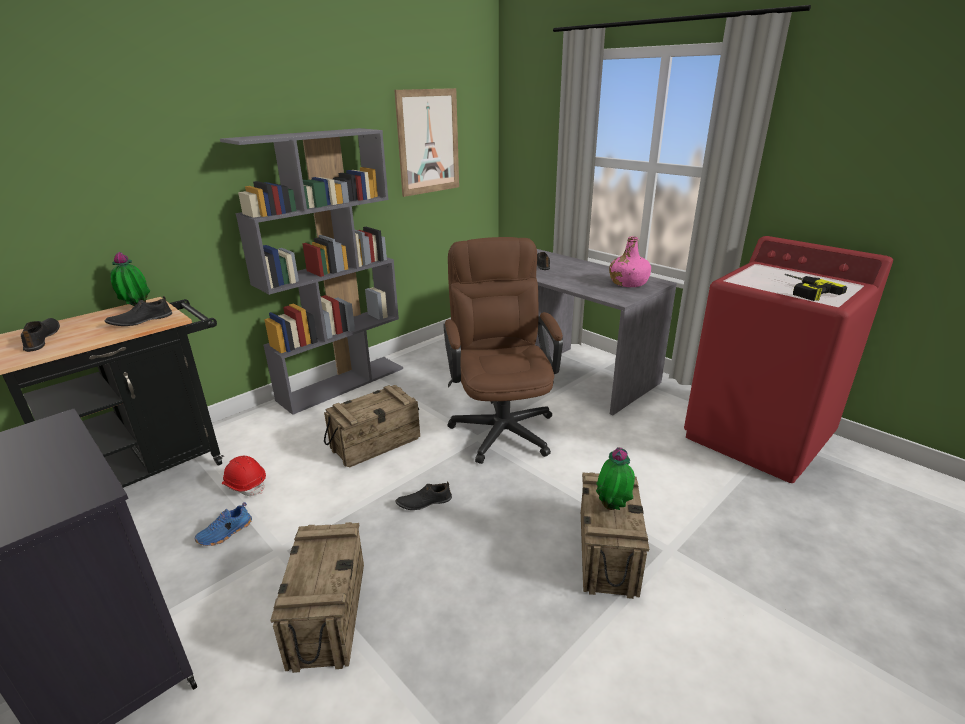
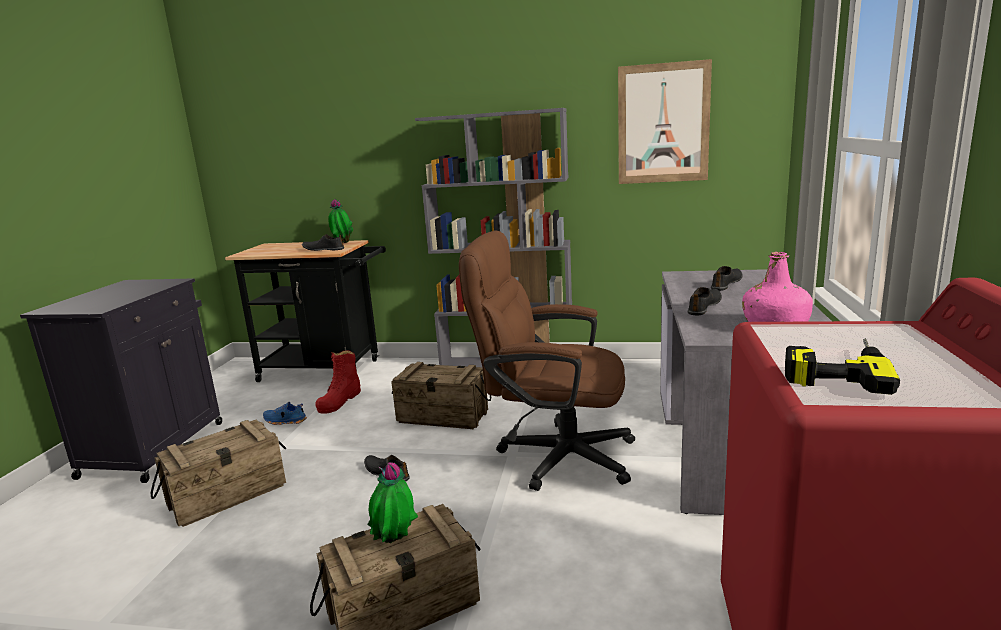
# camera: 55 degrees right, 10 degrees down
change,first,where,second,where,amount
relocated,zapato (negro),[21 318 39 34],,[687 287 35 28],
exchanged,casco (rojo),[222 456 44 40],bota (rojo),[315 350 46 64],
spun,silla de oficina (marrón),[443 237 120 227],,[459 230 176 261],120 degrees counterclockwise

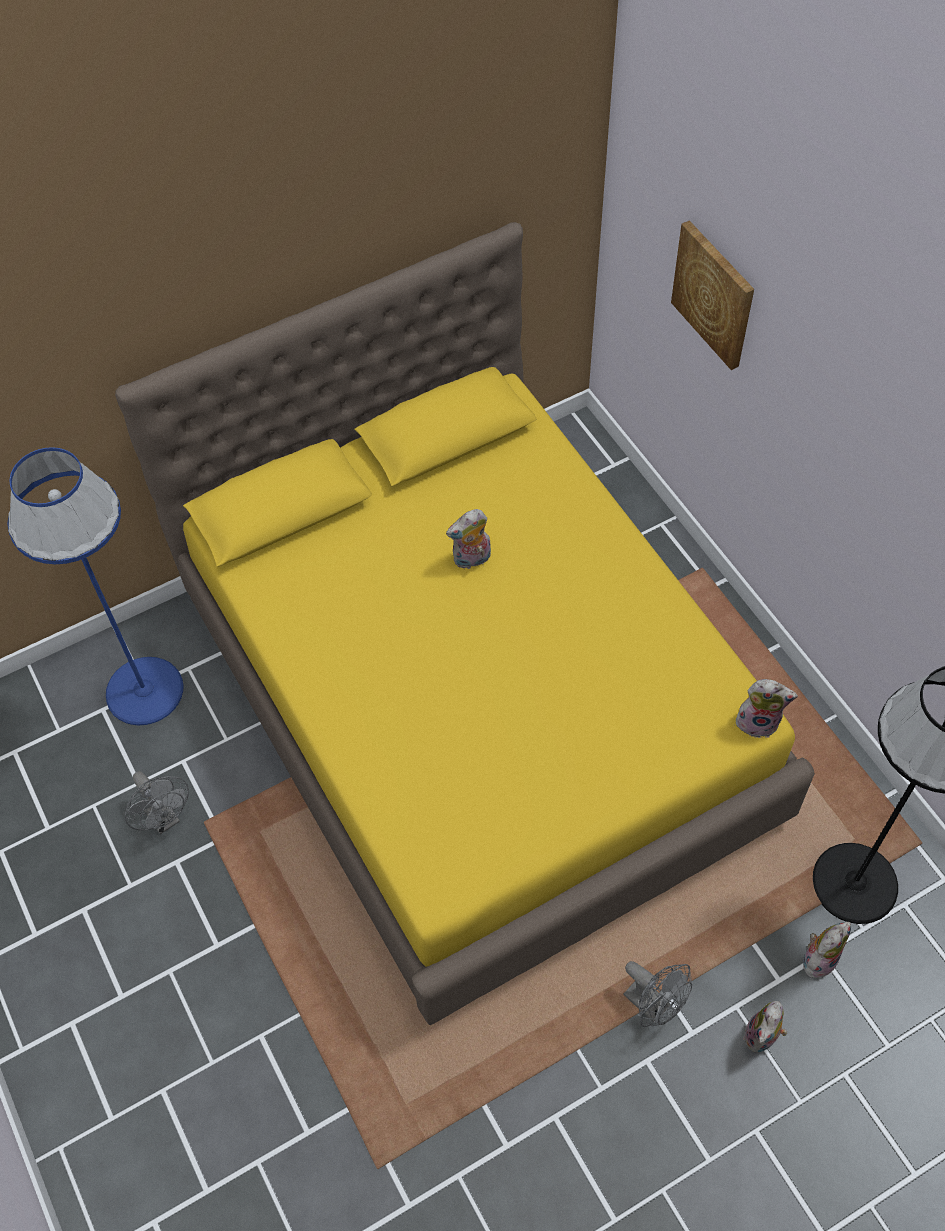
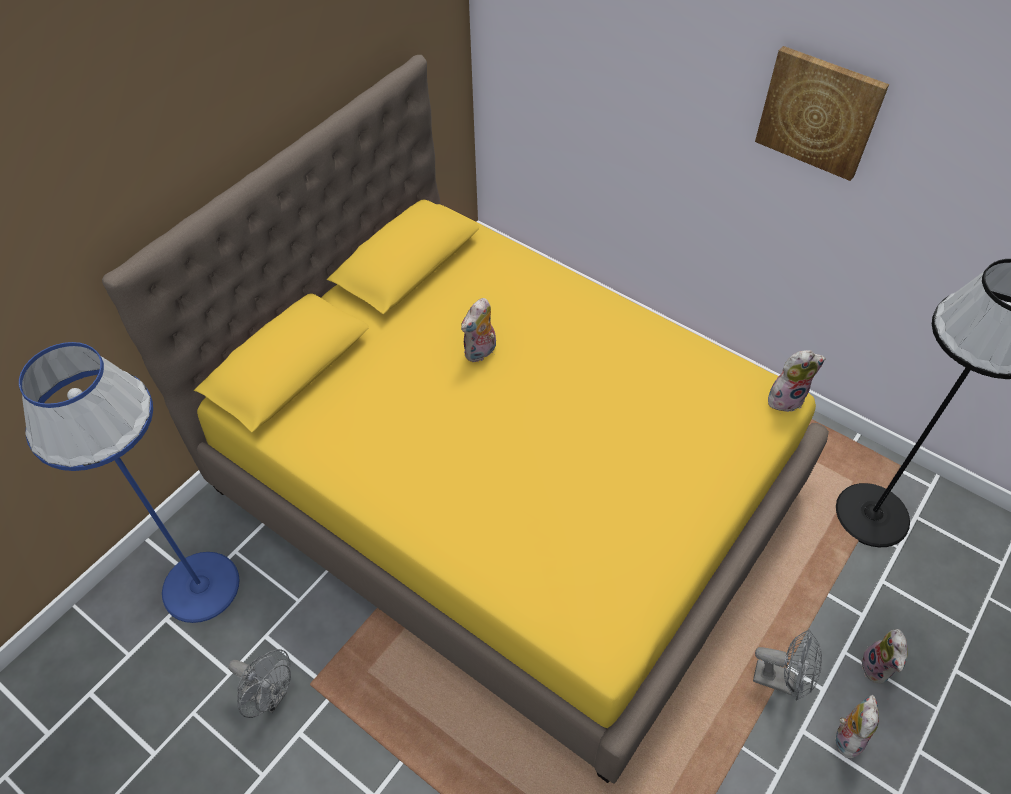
# camera: 25 degrees left, 5 degrees down
change,first,where,second,where,amount
relocated,cuadro,[671 220 83 150],,[755 46 134 135],
relocated,peluche,[803 922 48 56],,[835 695 44 63],

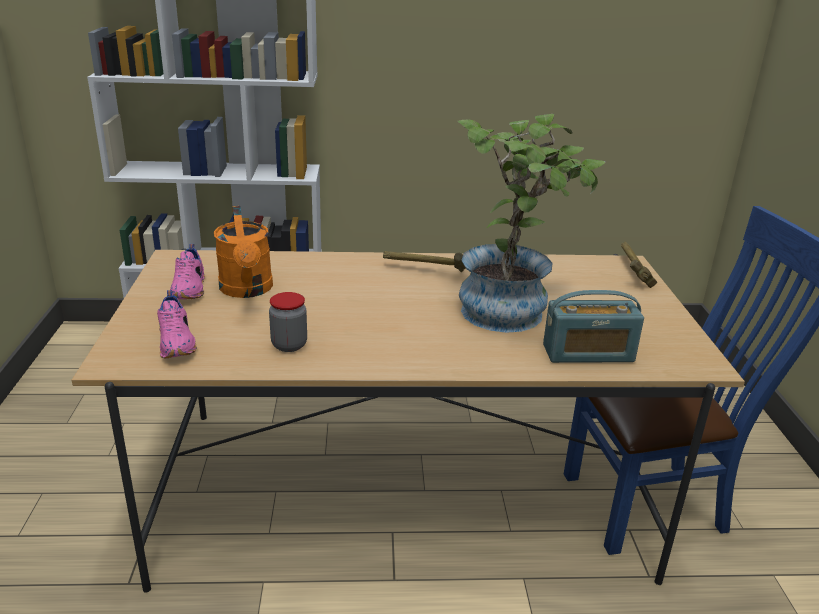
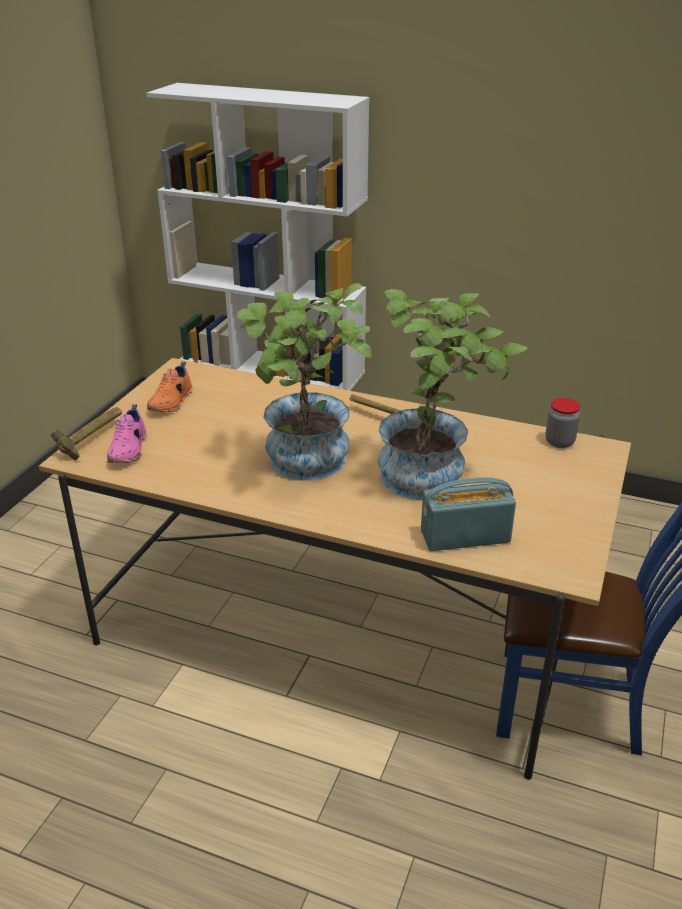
# camera: 25 degrees right, 5 degrees up
change,first,where,second,where,amount
missing,regadera (naranja),[214 206 59 92],,,
appeared,,,planta en maceta,[237 283 135 197],
relocated,tarro,[269 292 38 60],,[545 398 35 50],
relocated,martillo,[621 242 36 46],,[51 407 71 53],
colour,zapato (rosa),[170 244 35 56],zapato (naranja),[147 361 45 51],
spun,radio,[543 290 101 73],,[421 477 95 74],150 degrees clockwise

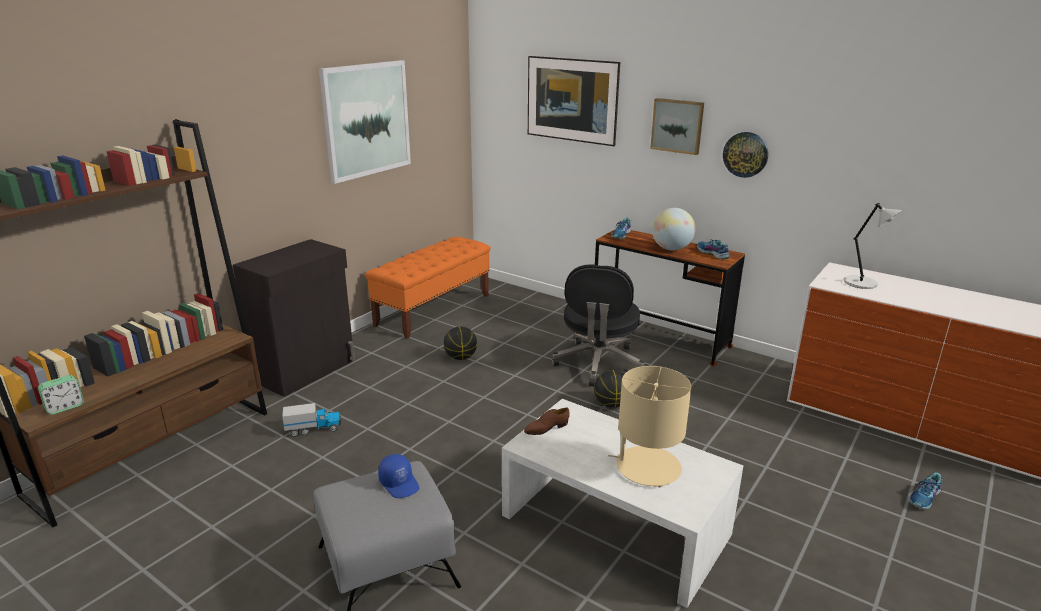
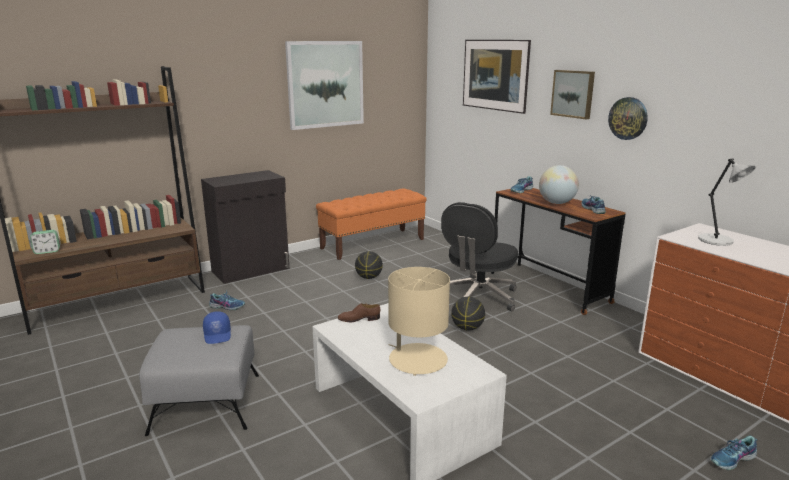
# camera: 20 degrees right, 5 degrees down
change,first,where,second,where,amount
exchanged,camión de juguete,[282 403 59 34],zapato,[209 291 36 19],

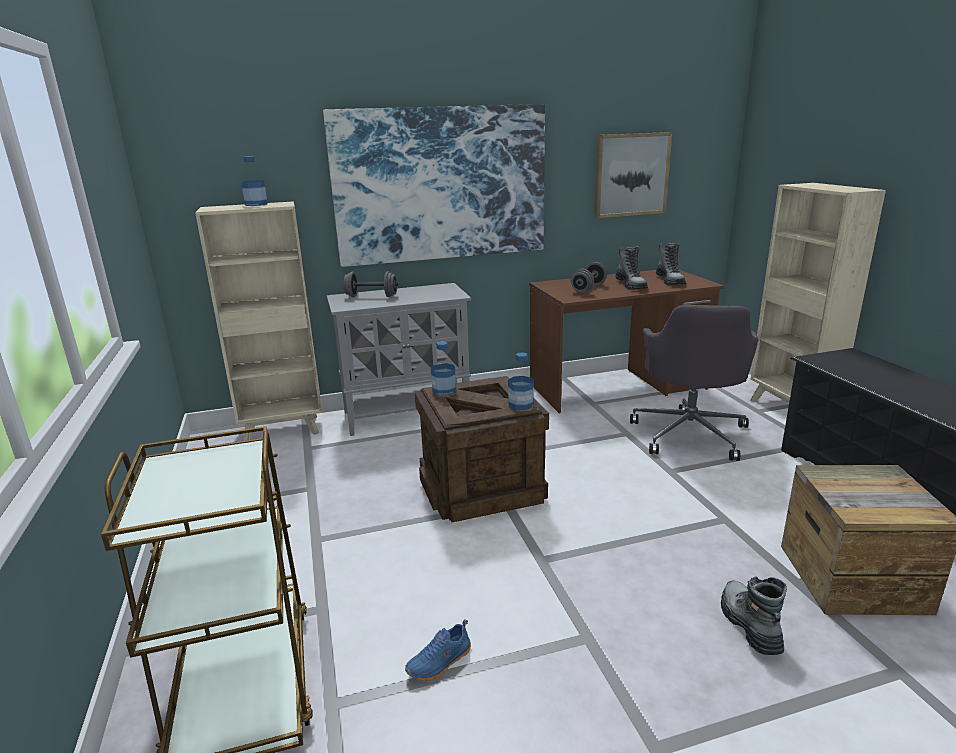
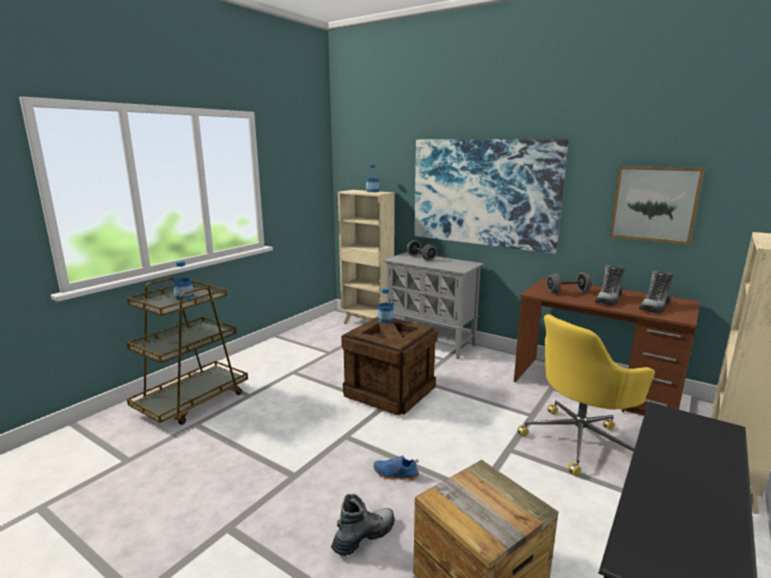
# camera: 50 degrees right, 5 degrees down
change,first,where,second,where,amount
relocated,zapato (azul),[405 619 66 62],,[373 455 46 25],
relocated,botella,[508 353 26 57],,[173 261 21 39],
colour,silla de oficina (gris),[630 305 128 156],silla de oficina (amarillo),[517 314 138 162],

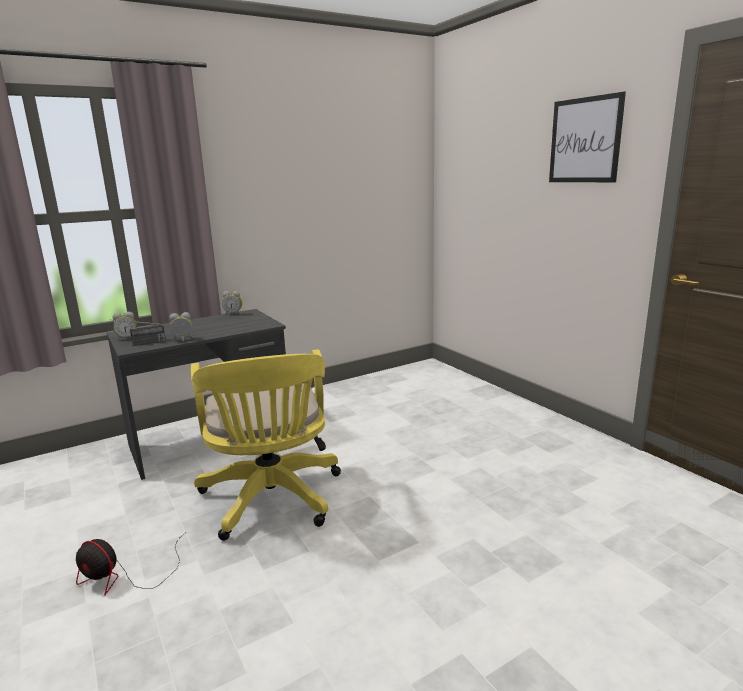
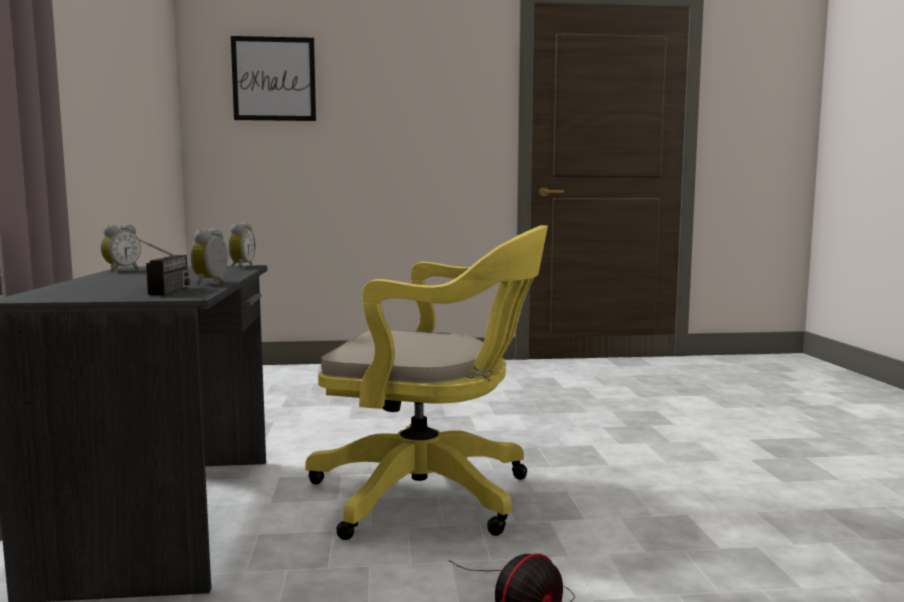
# camera: 65 degrees left, 10 degrees down
change,first,where,second,where,amount
relocated,despertador,[113 312 24 28],,[228 222 27 46],
relocated,cuadro,[549 92 77 90],,[231 36 85 85],

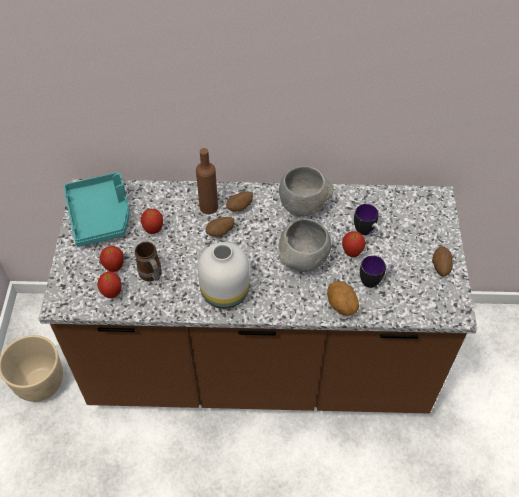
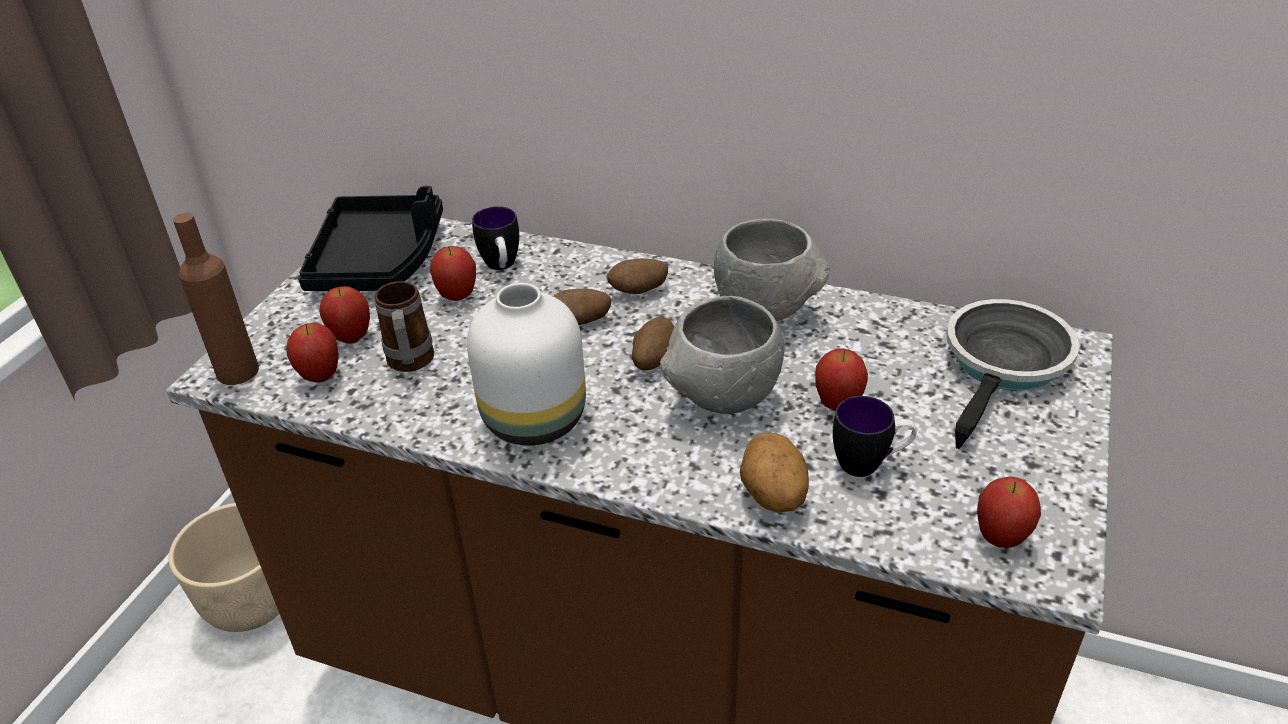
# camera: 20 degrees right, 15 degrees down
change,first,where,second,where,amount
appeared,,,sartén,[946 299 133 150],
appeared,,,manzana,[977 477 64 71],
relocated,botella (marrón),[196 148 22 66],,[173 213 86 172],
relocated,taza grande,[354 204 27 31],,[472 206 47 64],
relocated,patata,[432 246 21 30],,[632 317 42 53],
colour,bandeja (turquesa),[63 172 66 75],bandeja (negro),[298 186 145 105],

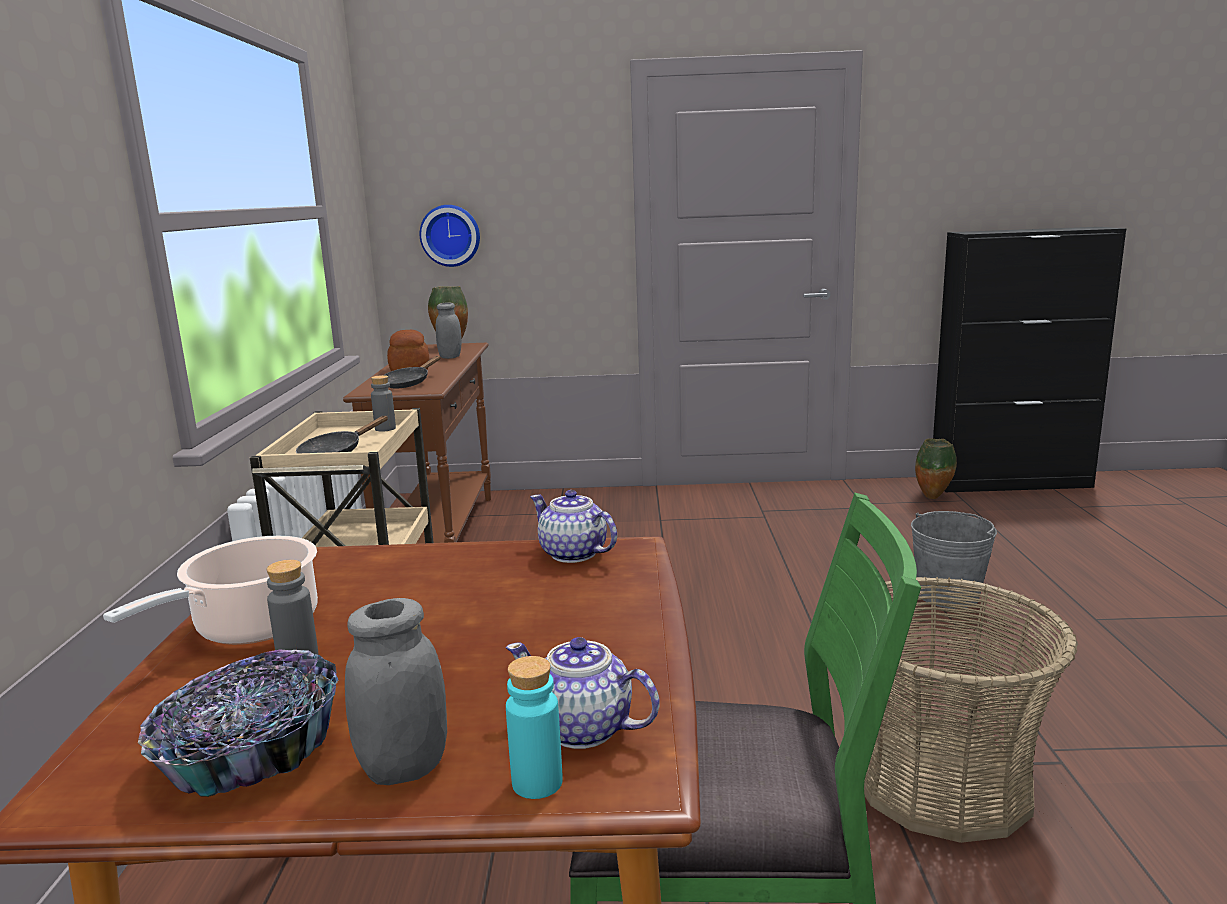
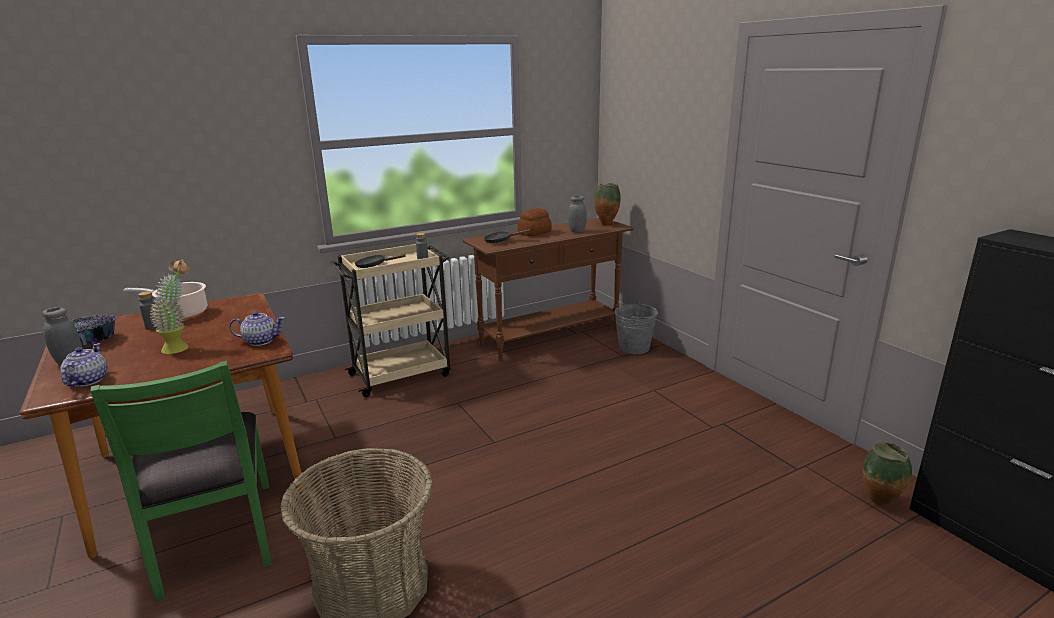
# camera: 60 degrees right, 5 degrees up
change,first,where,second,where,amount
missing,reloj de pared,[420 205 60 62],,,
missing,botella (turquesa),[506 656 57 143],,,
appeared,,,planta en maceta,[150 259 40 95],
relocated,cubo (gris),[911 511 86 98],,[615 302 43 52],
spun,tetera,[530 490 87 73],,[229 311 56 35],75 degrees clockwise

